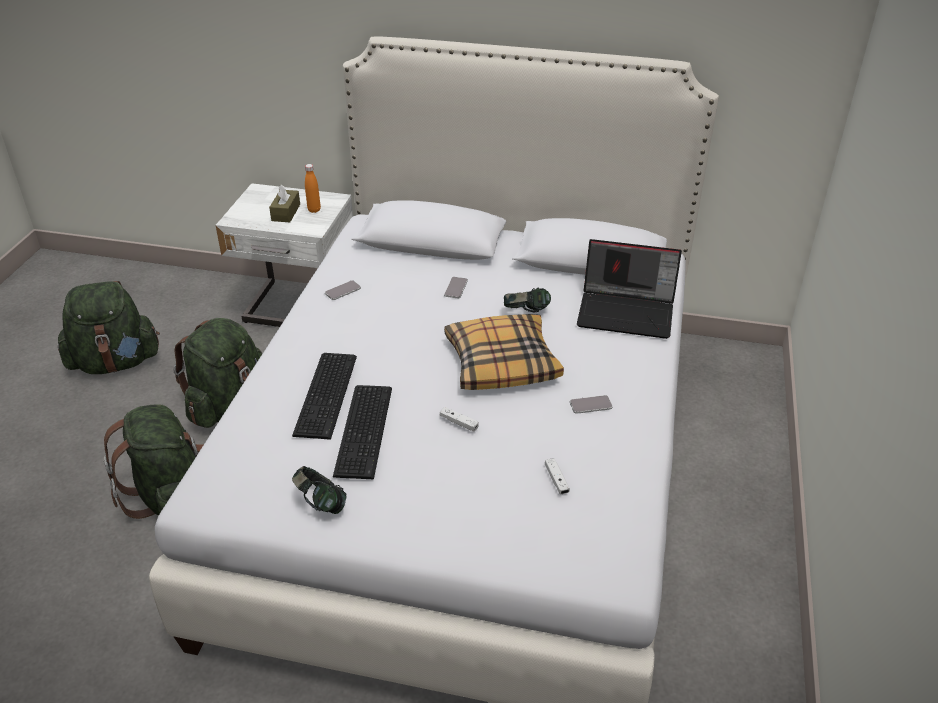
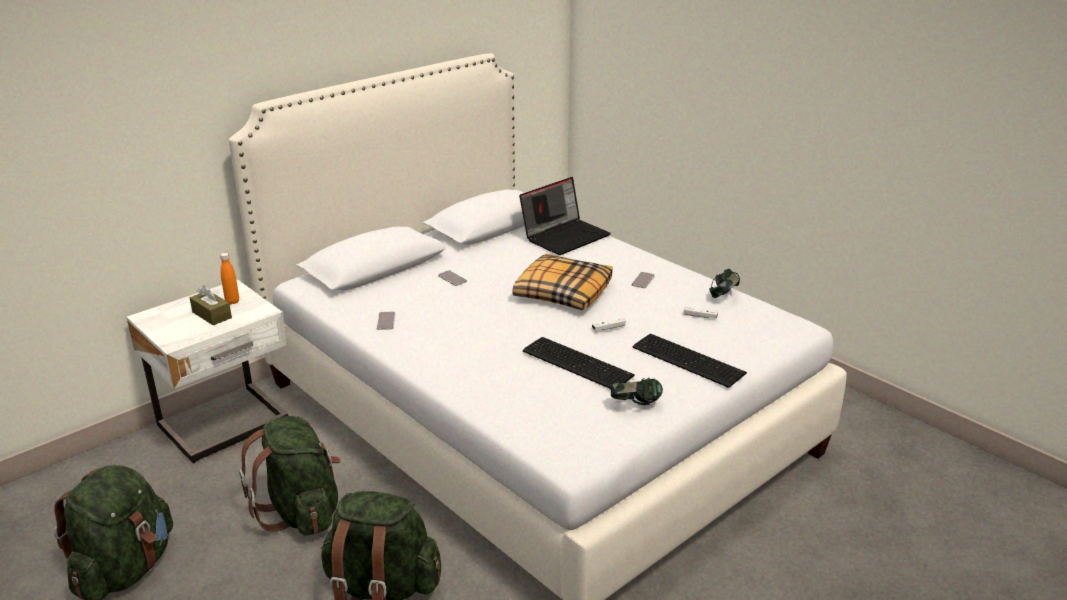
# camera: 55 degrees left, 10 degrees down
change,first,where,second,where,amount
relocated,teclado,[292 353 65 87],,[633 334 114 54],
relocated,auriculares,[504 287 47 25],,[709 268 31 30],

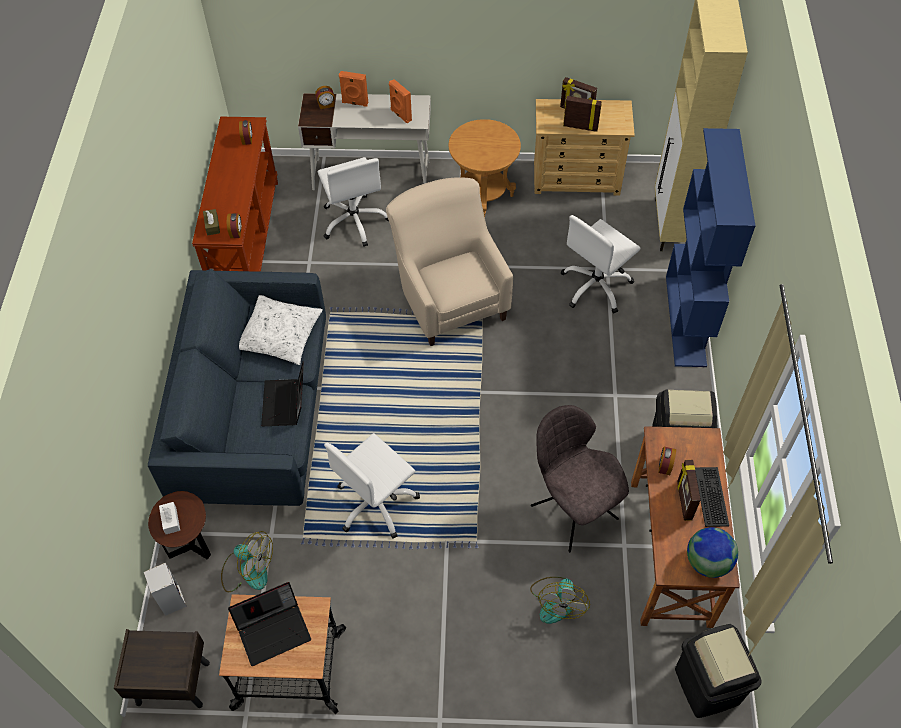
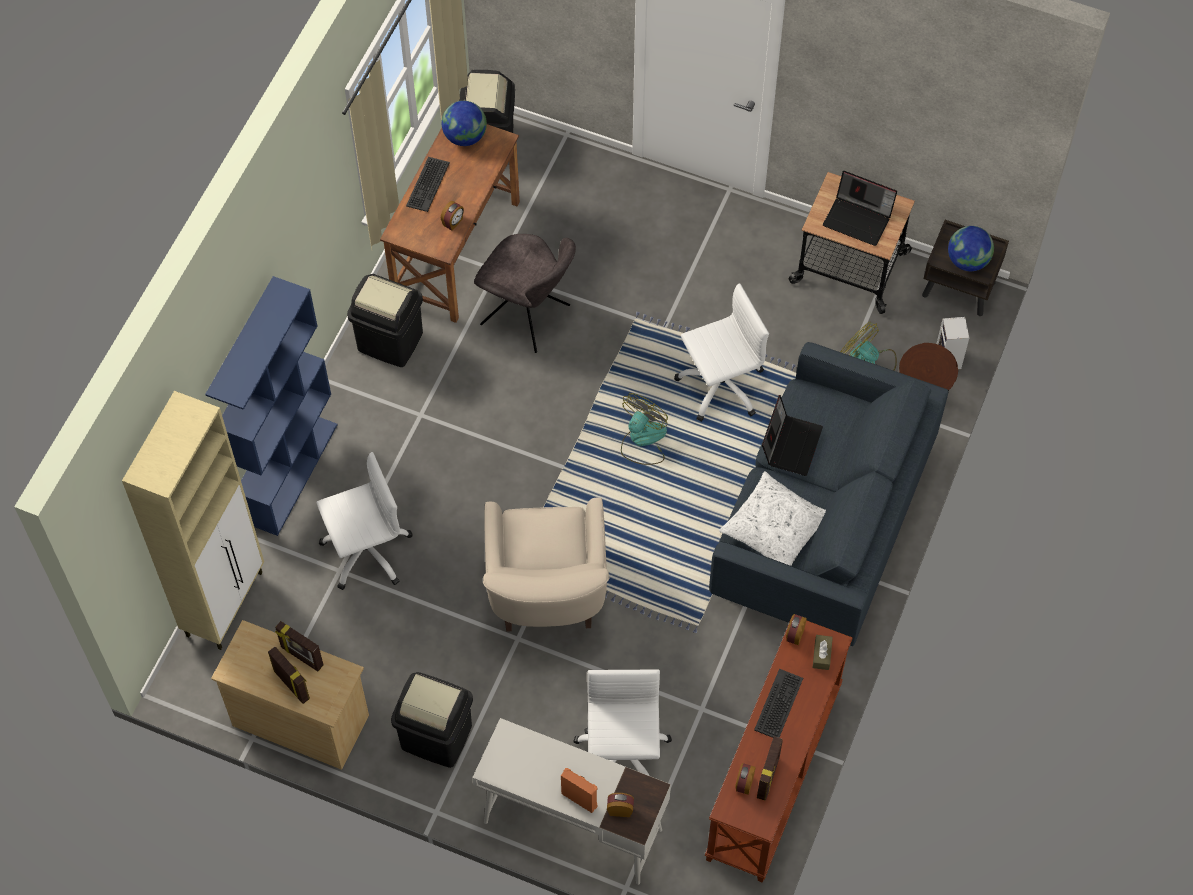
# camera: 160 degrees left, 5 degrees up
change,first,where,second,where,amount
missing,caja de pañuelos (blanco),[159 502 21 32],,,
missing,altavoz (naranja),[389 79 23 45],,,
appeared,,,teclado,[754 669 49 69],
appeared,,,globo terráqueo,[948 226 46 45],
relocated,ventilador,[530 577 60 47],,[621 393 47 72],
relocated,portarretratos,[677 460 24 61],,[757 736 26 64],
exchanged,mesa auxiliar (marrón),[449 119 72 98],papelera (negro),[391 672 82 96],
spun,portátil,[228 582 83 84],,[823 171 74 75],150 degrees counterclockwise
spun,silla (gris),[531 405 98 147],,[474 234 102 119],45 degrees counterclockwise

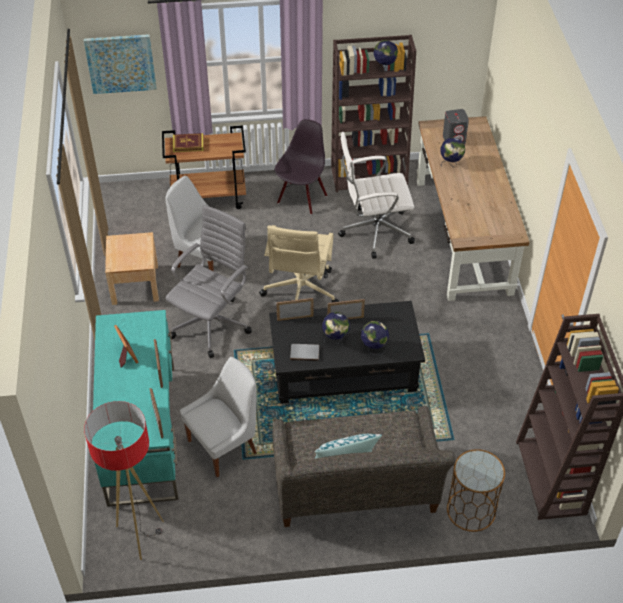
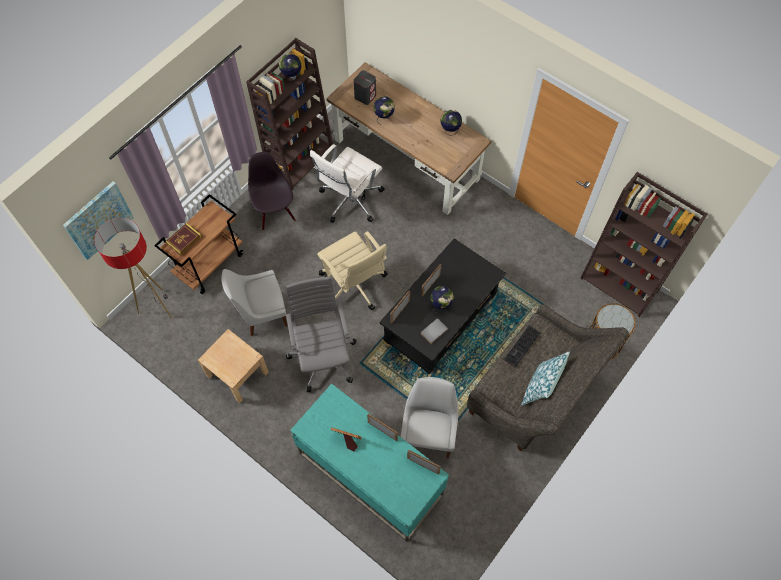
# camera: 45 degrees left, 15 degrees up
change,first,where,second,where,amount
appeared,,,teclado,[504 326 36 42],
relocated,lámpara de pie,[84 401 80 159],,[94 218 78 100],
relocated,globo terráqueo,[361 321 28 34],,[440 110 22 25],

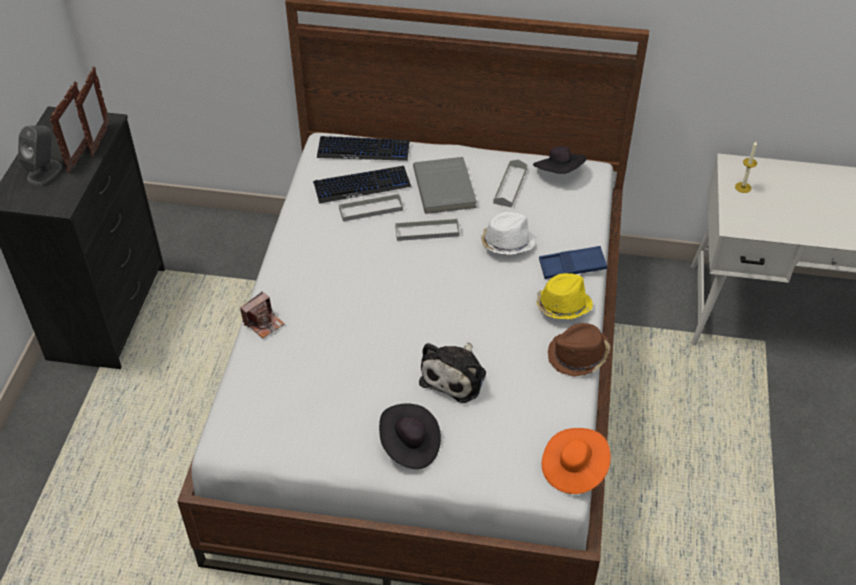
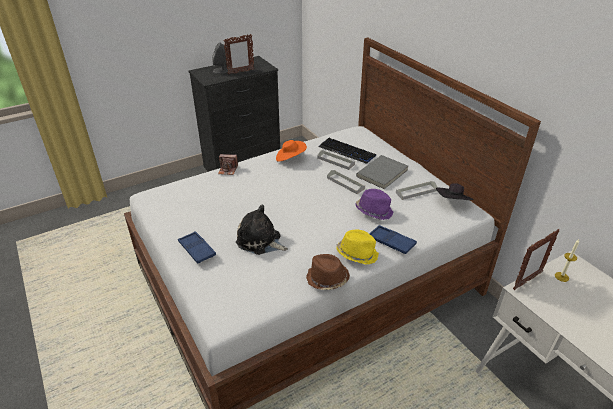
# camera: 50 degrees right, 10 degrees down
change,first,where,second,where,amount
missing,teclado,[317 136 93 25],,,
relocated,portarretratos,[75 66 35 91],,[513 229 46 61],
relocated,sombrero (naranja),[542 428 69 66],,[276 140 31 22],
exchanged,sombrero (negro),[379 403 62 66],bandeja (azul),[178 231 38 33],
colour,sombrero (blanco),[481 212 54 43],sombrero (morado),[355 189 38 31],
spun,peluche,[419 342 67 61],,[236 205 52 50],45 degrees clockwise

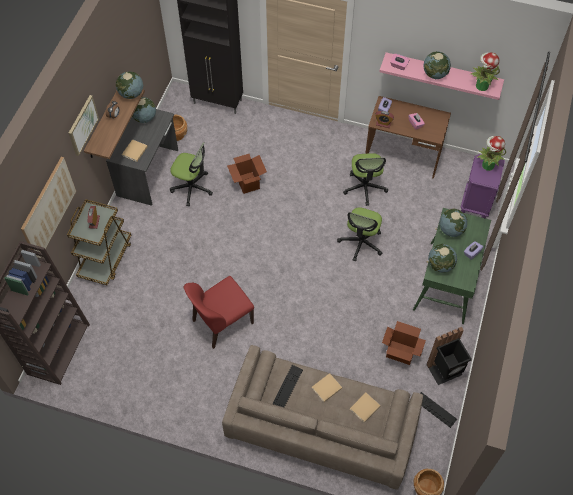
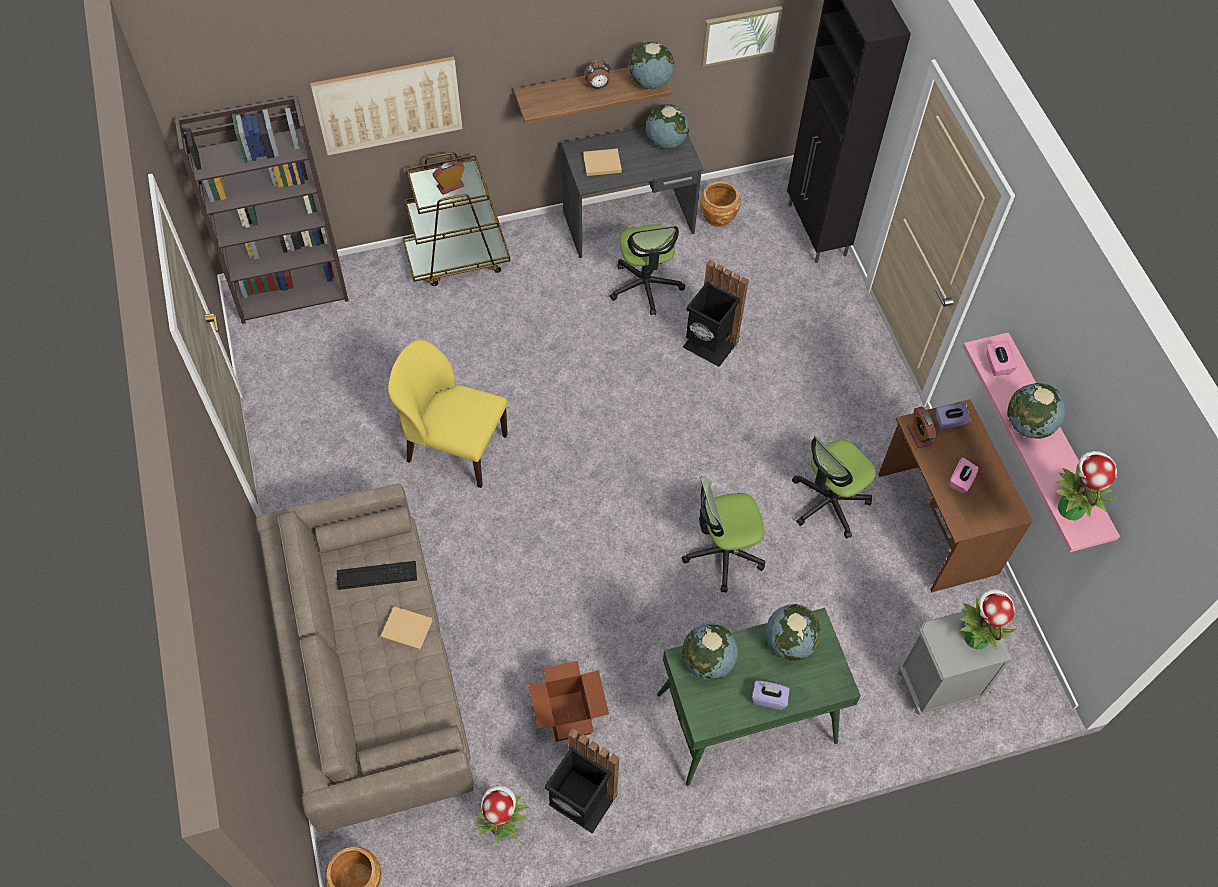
# camera: 55 degrees right, 0 degrees up
change,first,where,second,where,amount
missing,libro (beis),[350 393 31 30],,,
relocated,cuadro,[69 95 30 61],,[701 6 82 61],
exchanged,caja de cartón,[227 154 40 40],papelera (negro),[683 260 66 107],
exchanged,teclado,[420 392 37 36],planta en maceta,[474 786 55 58],
colour,silla (rojo),[184 276 70 73],silla (amarillo),[388 340 120 148],
colour,mesita de noche (morado),[461 154 44 64],mesita de noche (gris),[898 612 115 103],

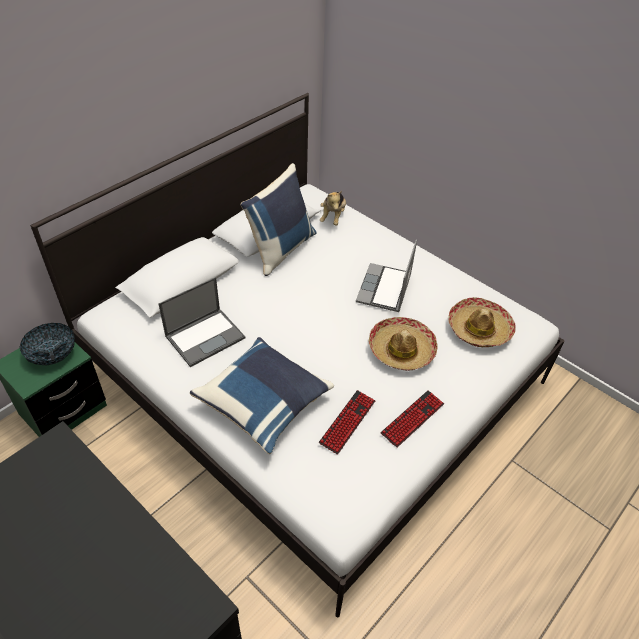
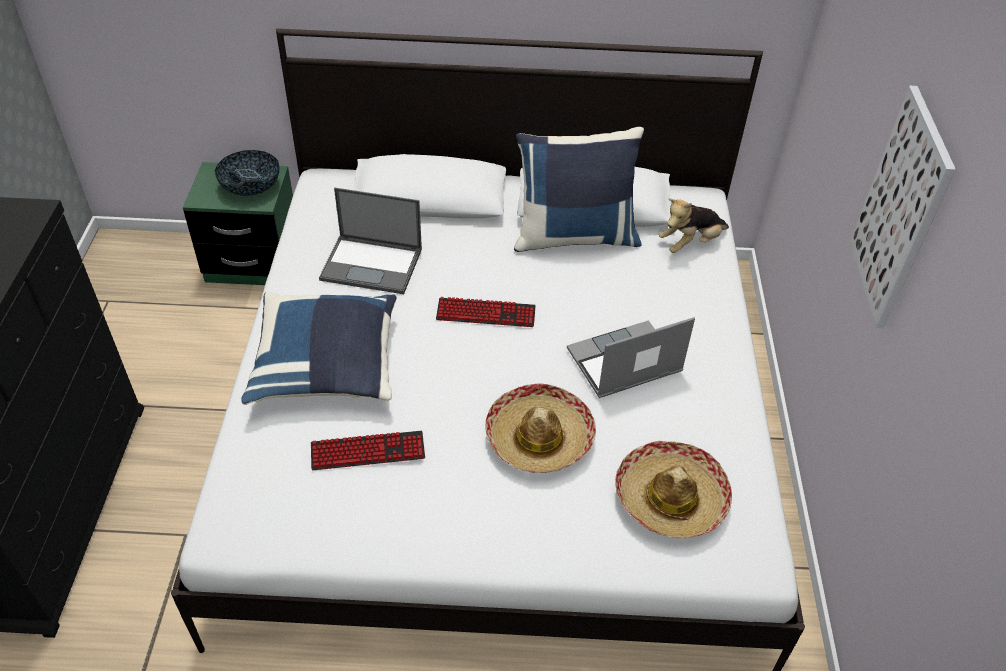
# camera: 50 degrees right, 0 degrees up
change,first,where,second,where,amount
appeared,,,cuadro,[850 86 106 242],
relocated,teclado,[380 390 64 58],,[436 297 100 30],

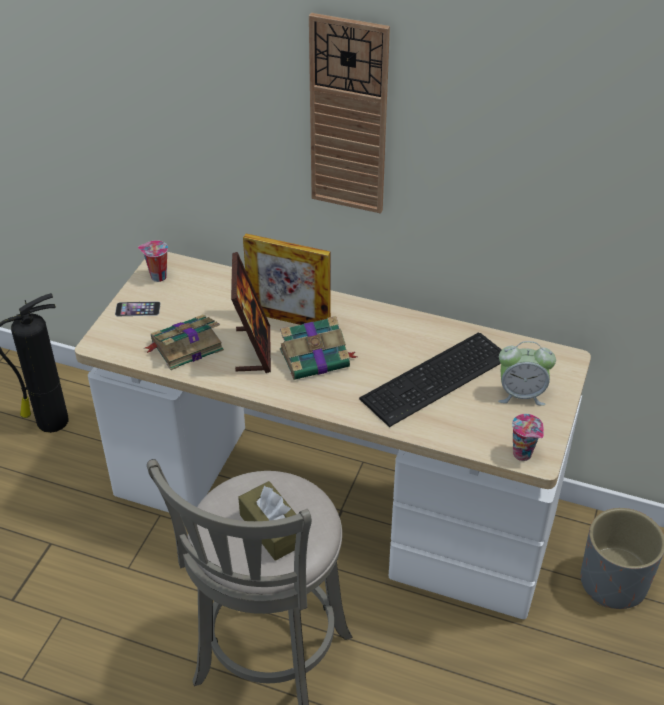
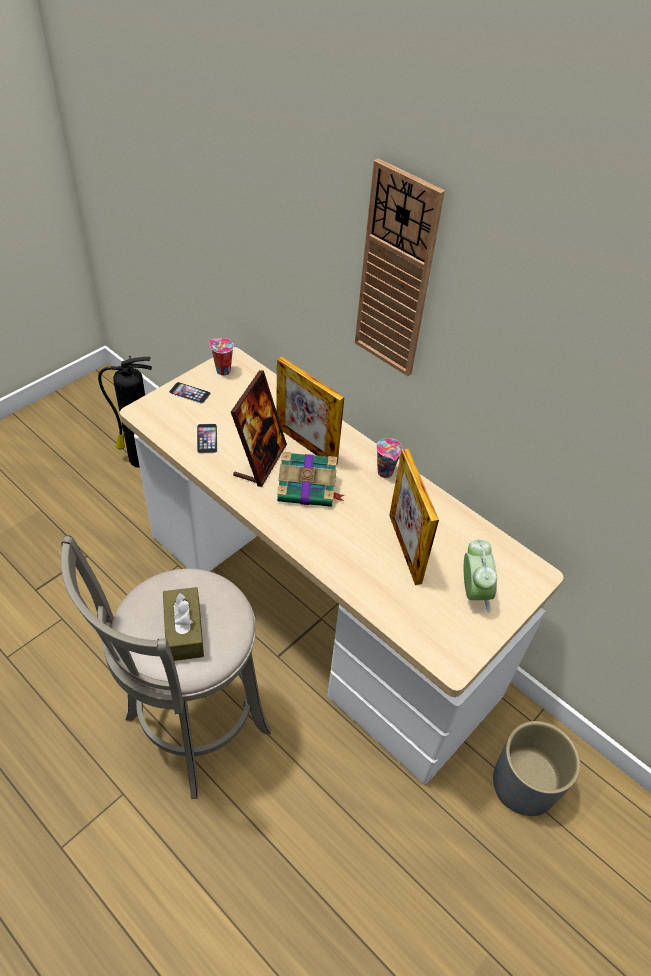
# camera: 20 degrees right, 5 degrees up
change,first,where,second,where,amount
relocated,taza,[512 414 32 47],,[376 438 27 40],
exchanged,libro,[144 314 80 56],móvil,[197 424 21 29],
exchanged,teclado,[359 333 143 94],portarretratos,[389 449 50 136],
spun,despertador,[498 341 58 65],,[464 539 33 73],120 degrees counterclockwise

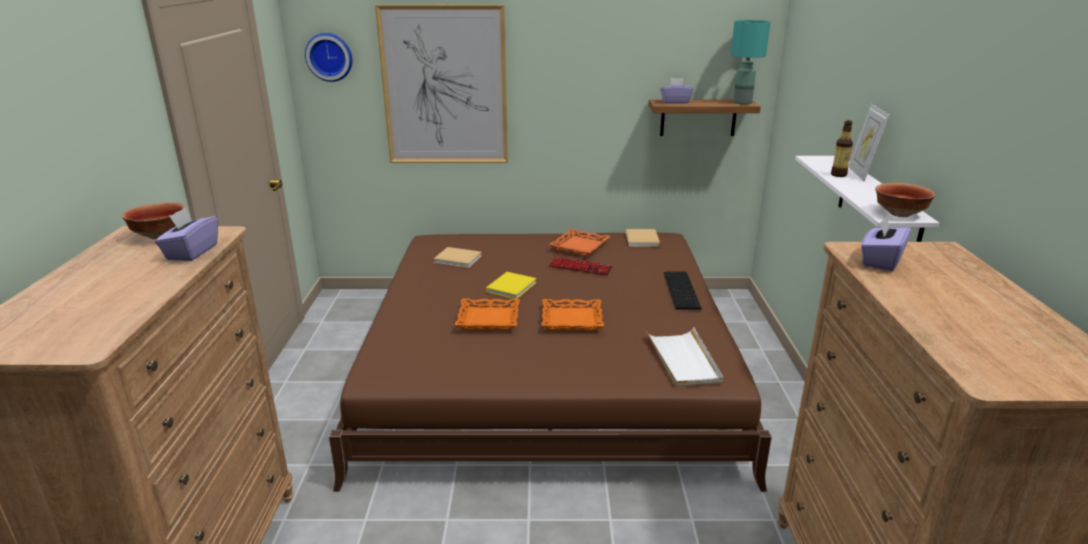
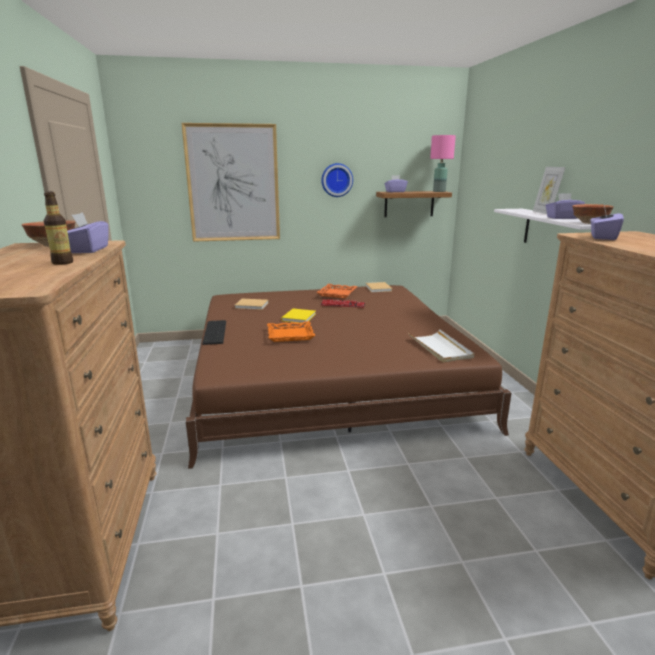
# camera: 10 degrees left, 5 degrees down
change,first,where,second,where,amount
missing,bandeja (naranja),[541 299 63 31],,,
appeared,,,caja de pañuelos (morado),[545 193 40 26],
relocated,reloj de pared,[305 33 47 49],,[321 163 32 34],
relocated,teclado,[664 271 38 39],,[202 320 24 25],
relocated,botella,[831 120 22 57],,[44 192 29 73],
colour,lámpara de mesa (turquesa),[731 20 39 85],lámpara de mesa (rosa),[430 135 26 57],

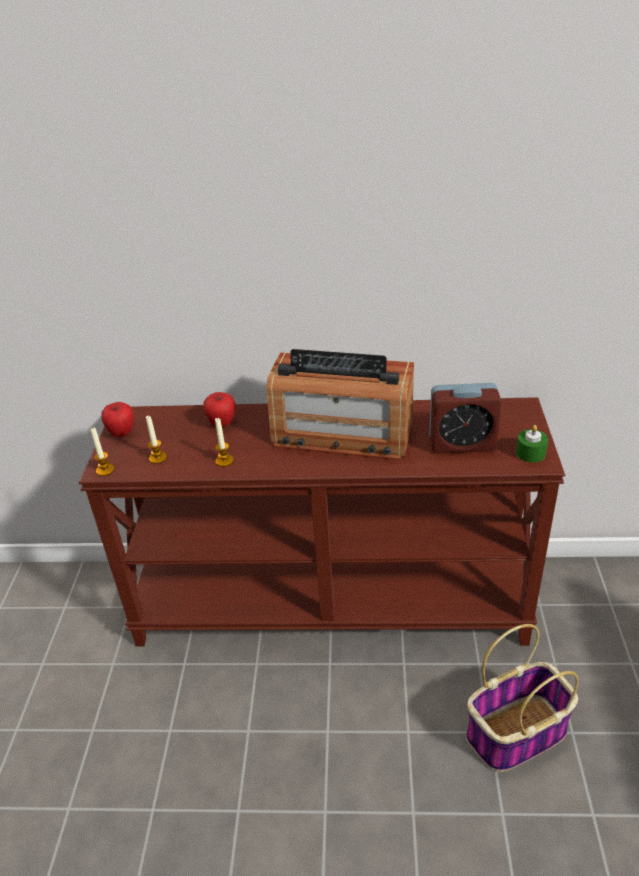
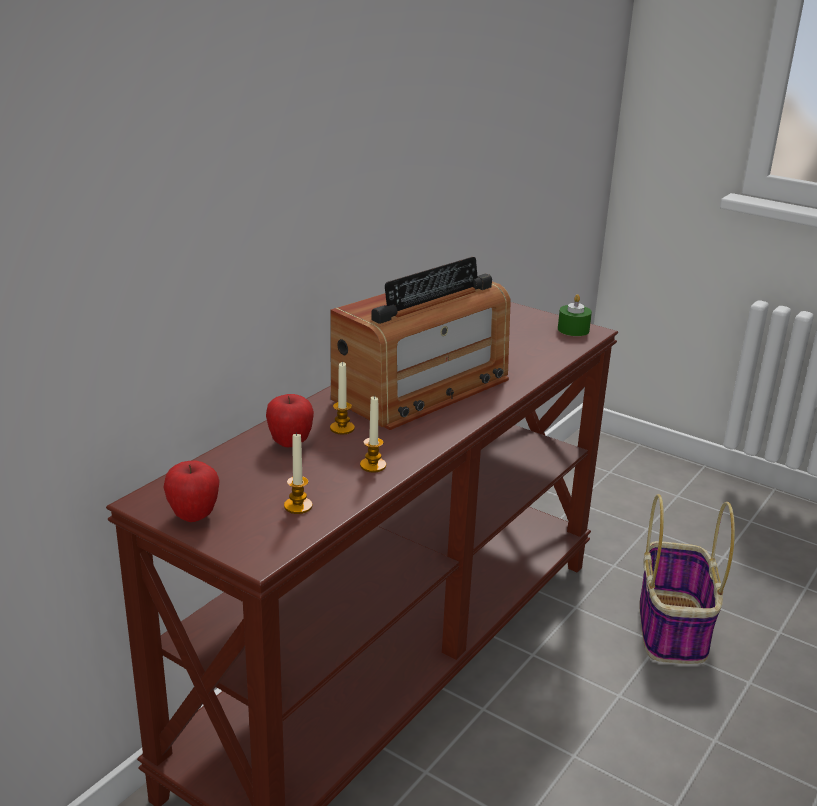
# camera: 60 degrees left, 10 degrees down
change,first,where,second,where,amount
missing,despertador,[429 383 73 70],,,
relocated,vela,[91 428 23 48],,[330 361 25 73],

